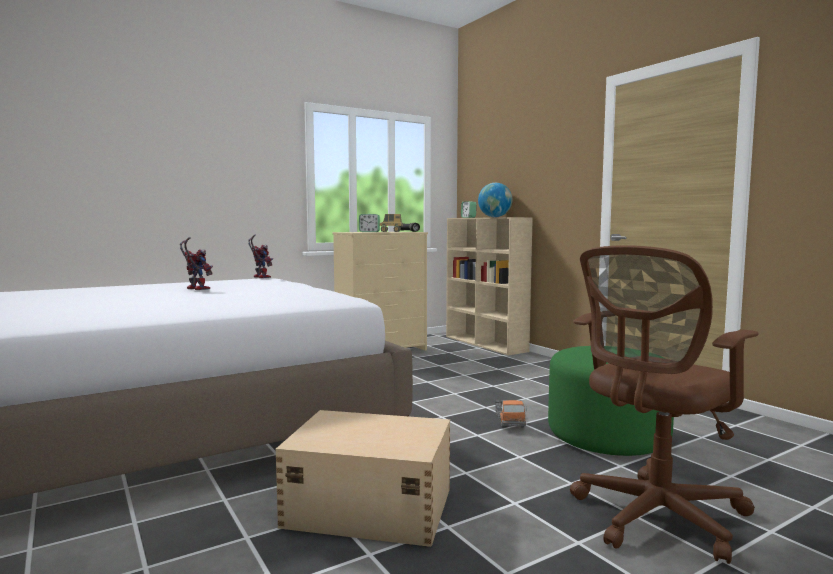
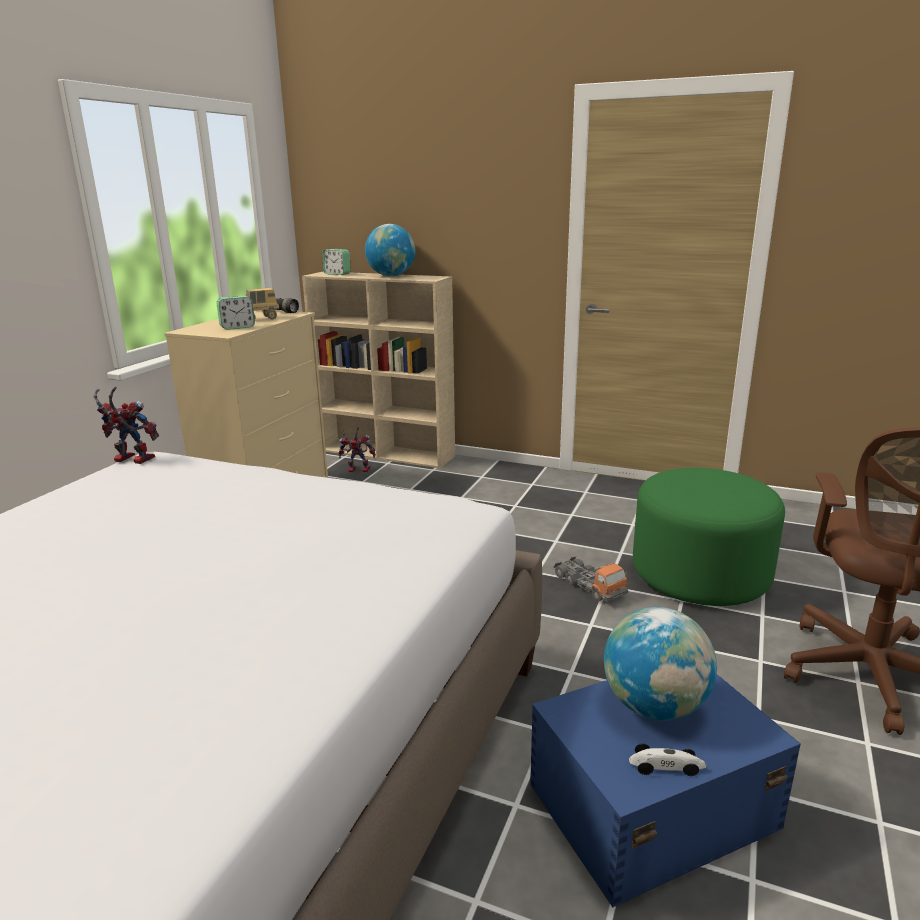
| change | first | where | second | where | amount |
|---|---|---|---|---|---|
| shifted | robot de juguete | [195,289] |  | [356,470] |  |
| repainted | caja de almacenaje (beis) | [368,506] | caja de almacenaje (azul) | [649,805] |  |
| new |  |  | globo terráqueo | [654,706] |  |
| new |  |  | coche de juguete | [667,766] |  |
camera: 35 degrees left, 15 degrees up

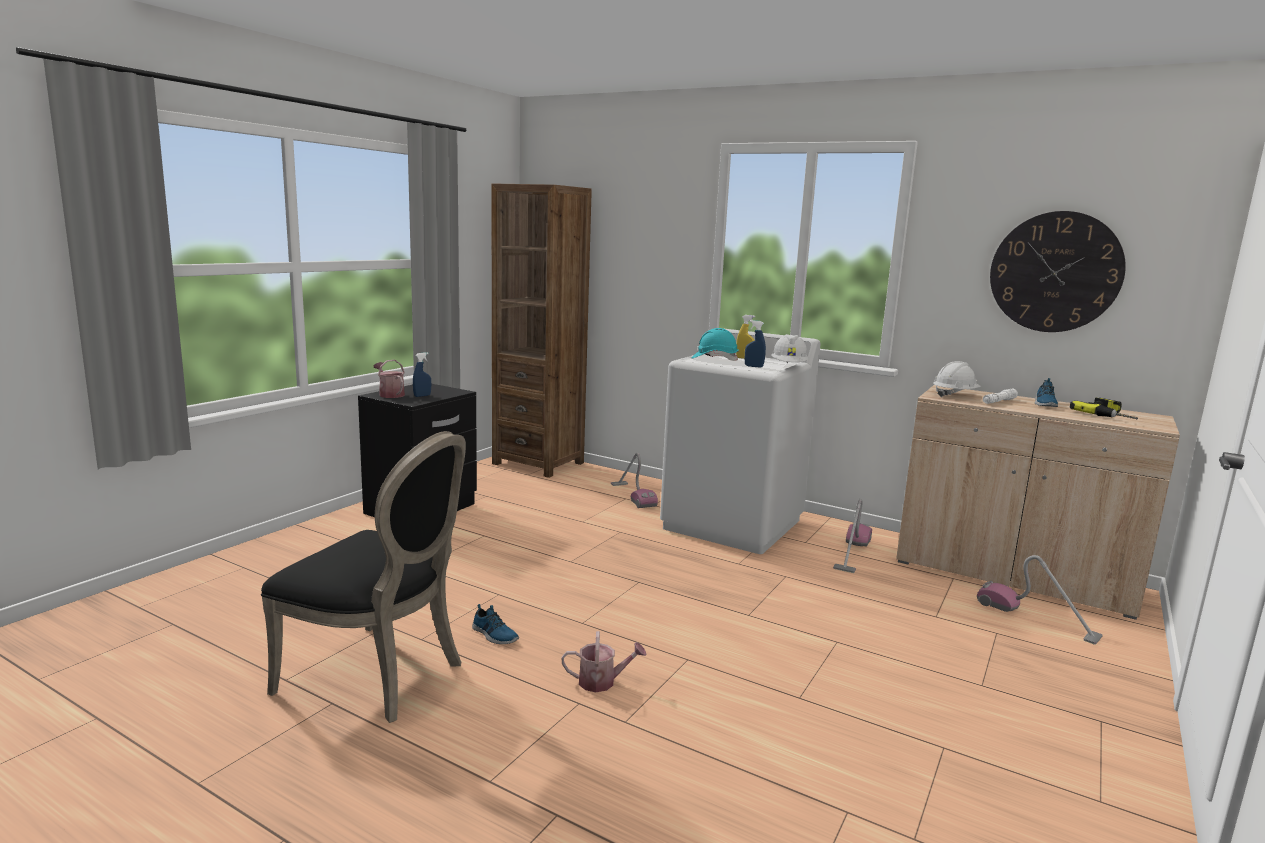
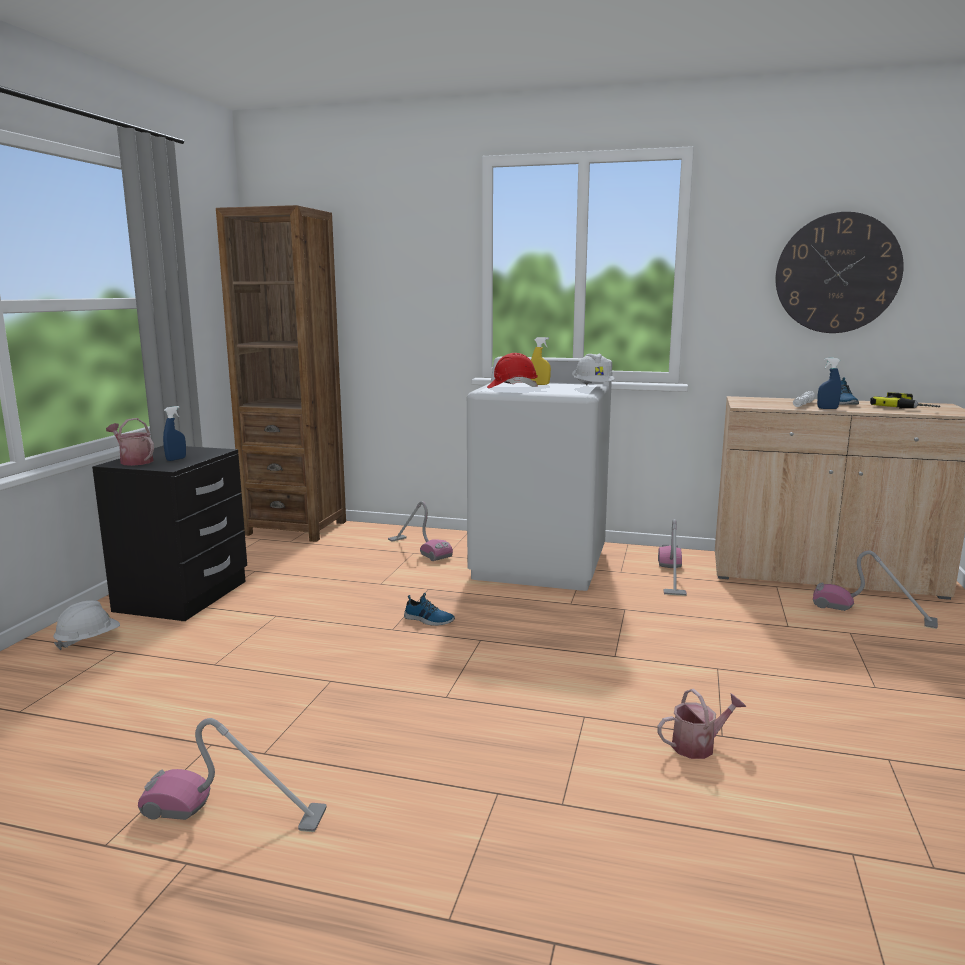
| change | first | where | second | where | amount |
|---|---|---|---|---|---|
| swapped | silla (negro) | [379,676] | aspiradora | [234,812] |  |
| shifted | zapato | [494,635] |  | [428,620] |  |
| shifted | regadera | [602,681] |  | [698,745] |  |
| repainted | casco (turquesa) | [714,359] | casco (rojo) | [512,387] |  |
| shifted | pulverizador (azul) | [753,366] |  | [827,408] |  |
| shifted | casco (blanco) | [954,395] |  | [88,640] |  |
camera: 15 degrees left, 0 degrees up

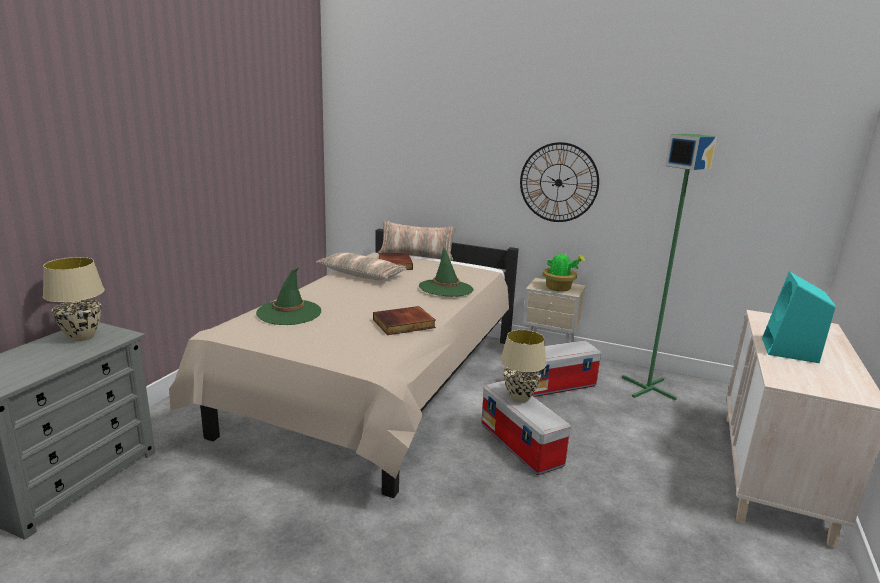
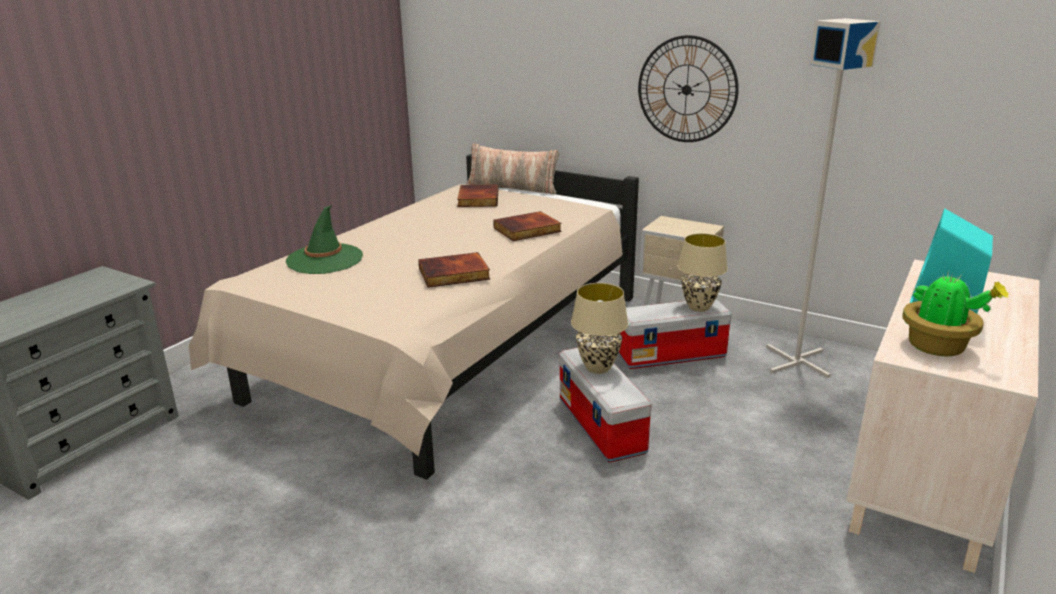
| change | first | where | second | where | amount |
|---|---|---|---|---|---|
| shifted | lámpara de mesa (beis) | [81,337] |  | [699,308] |  |
| gone | cojín | [361,274] |  |  |  |
| swapped | sombrero (verde) | [446,288] | libro | [527,230] |  |
| shifted | planta en maceta | [559,288] |  | [938,347] |  |
| repainted | lámpara de pie (verde) | [648,388] | lámpara de pie (gris) | [797,361] |  |
camera: 10 degrees right, 5 degrees up

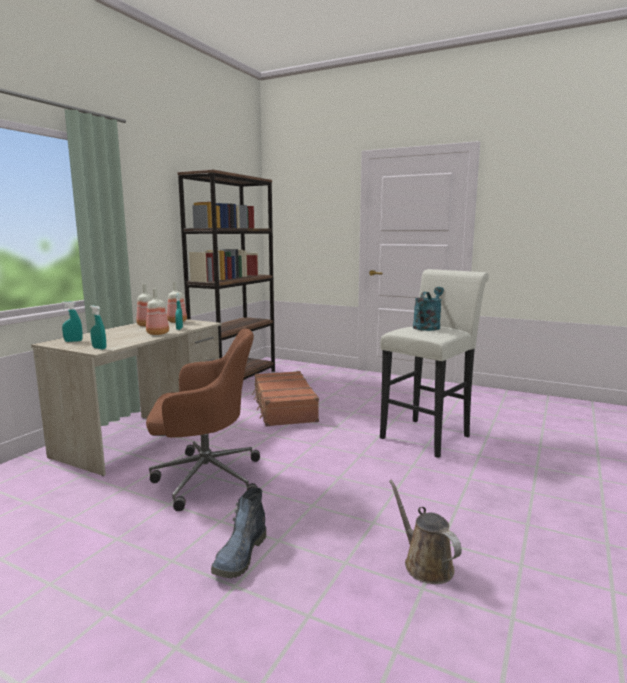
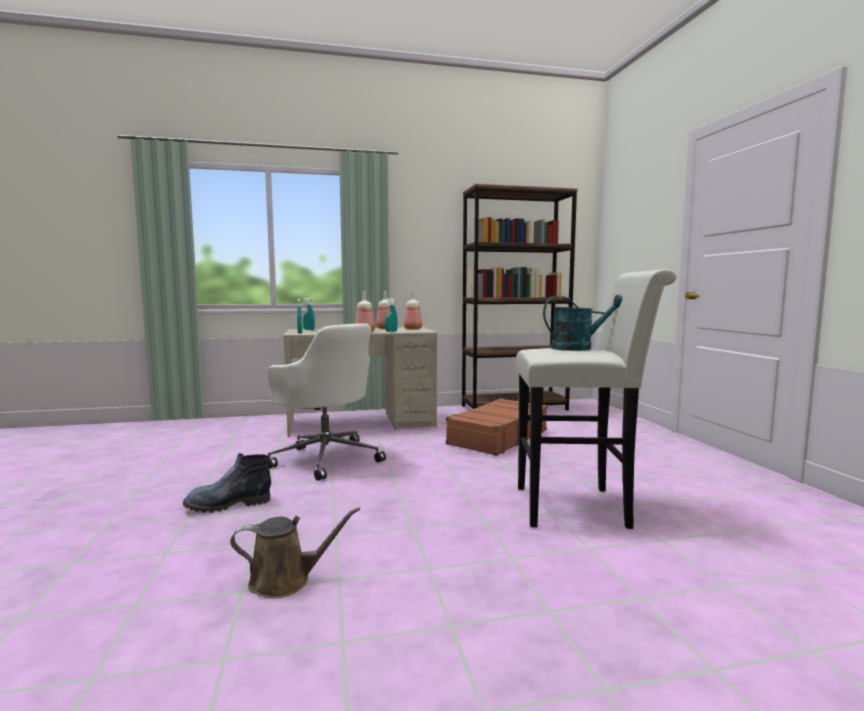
| change | first | where | second | where | amount |
|---|---|---|---|---|---|
| repainted | silla de oficina (marrón) | [205,477] | silla de oficina (blanco) | [326,458] |  |
| rotated | regadera (marrón) | [425,564] |  | [286,580] | 60 degrees clockwise |
camera: 50 degrees right, 5 degrees down

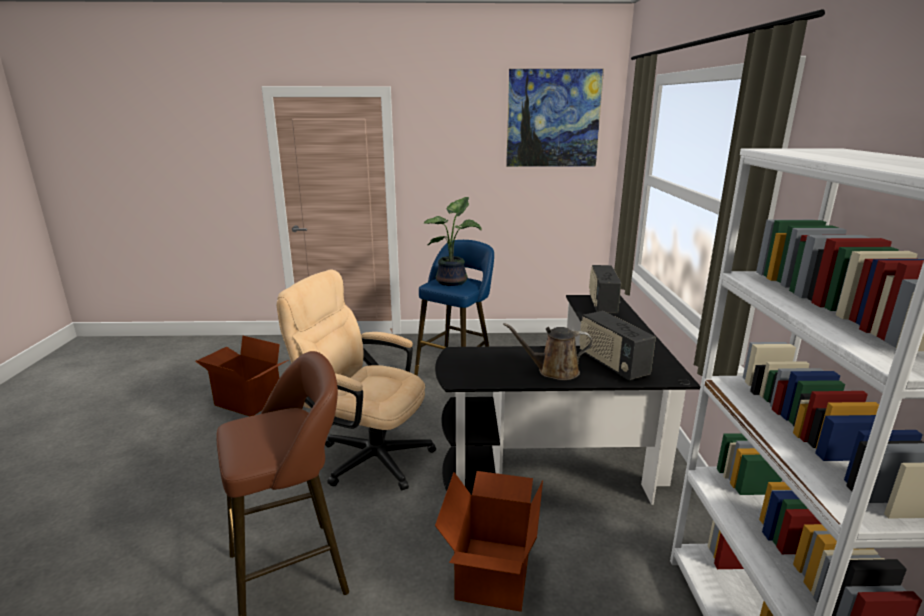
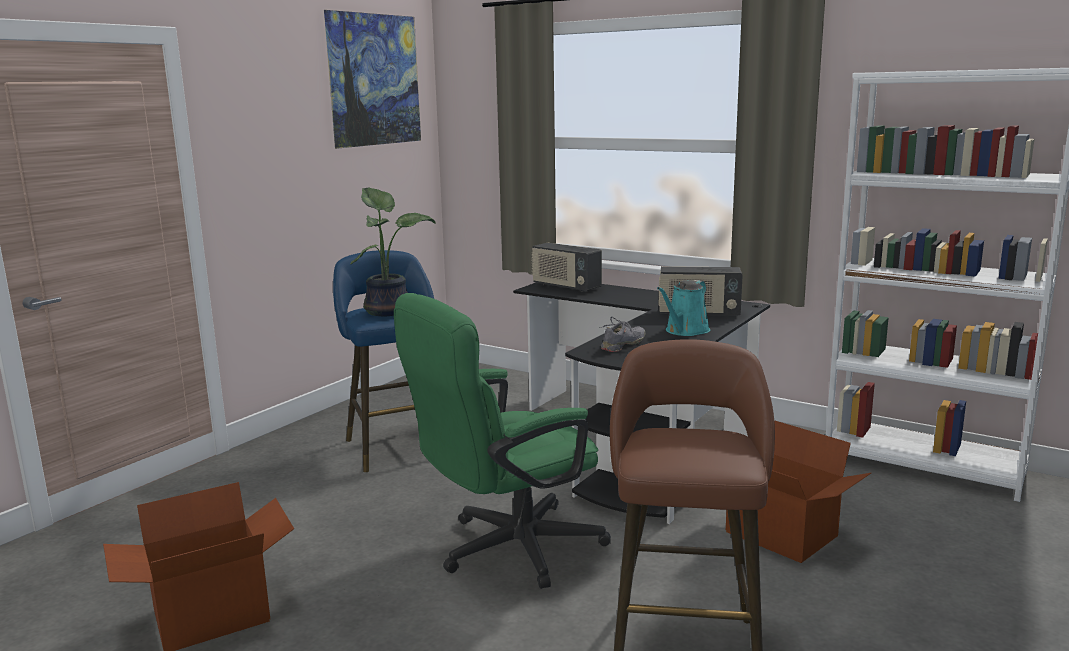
| change | first | where | second | where | amount |
|---|---|---|---|---|---|
| repainted | silla de oficina (beis) | [366,455] | silla de oficina (verde) | [507,550] |  |
| repainted | regadera (marrón) | [554,371] | regadera (turquesa) | [685,331] |  |
| new |  |  | zapato (gris) | [623,345] |  |
camera: 55 degrees left, 5 degrees down

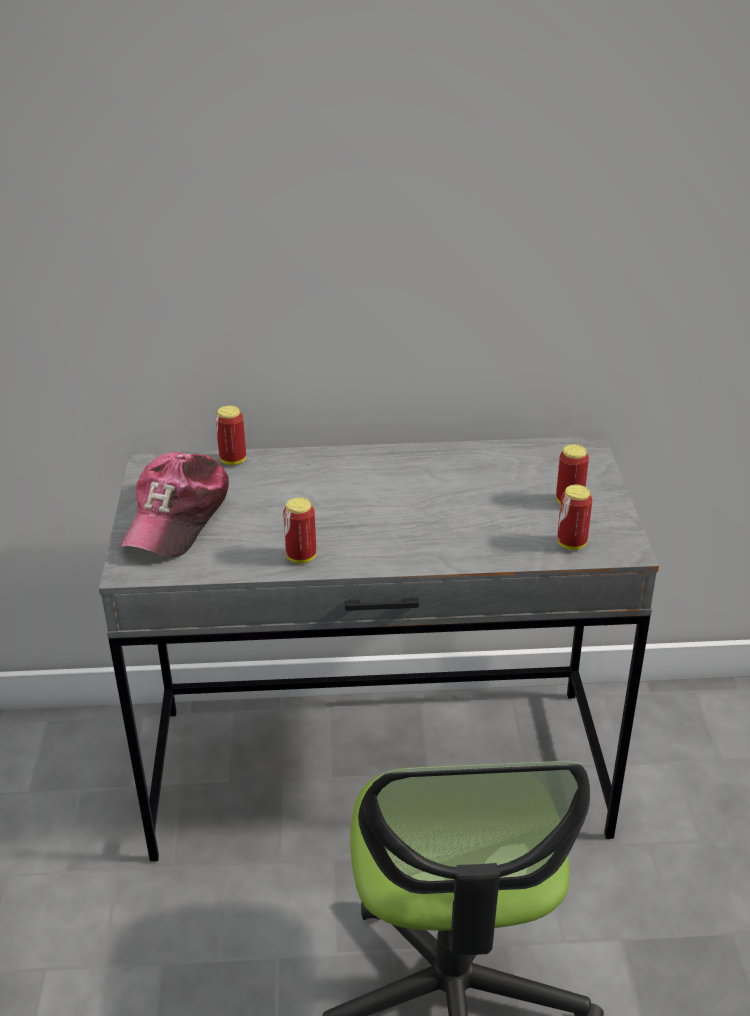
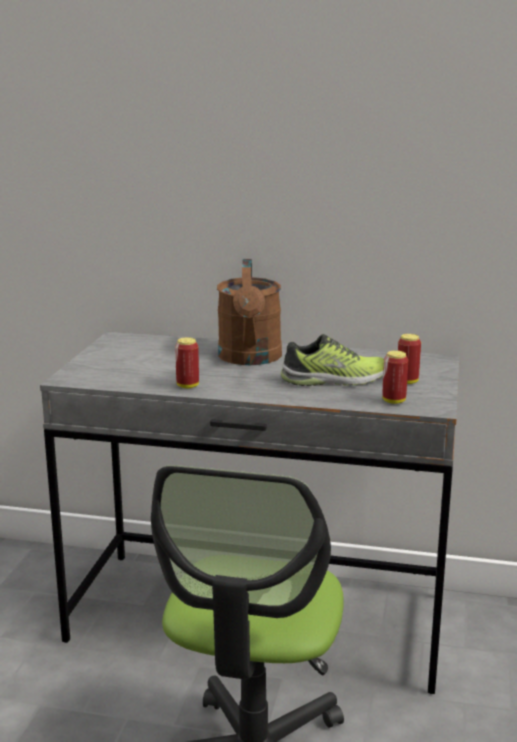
| change | first | where | second | where | amount |
|---|---|---|---|---|---|
| gone | gorra | [178,517] |  |  |  |
| gone | lata | [233,460] |  |  |  |
| new |  |  | regadera (marrón) | [250,359] |  |
| new |  |  | zapato | [334,380] |  |
camera: 15 degrees right, 15 degrees down

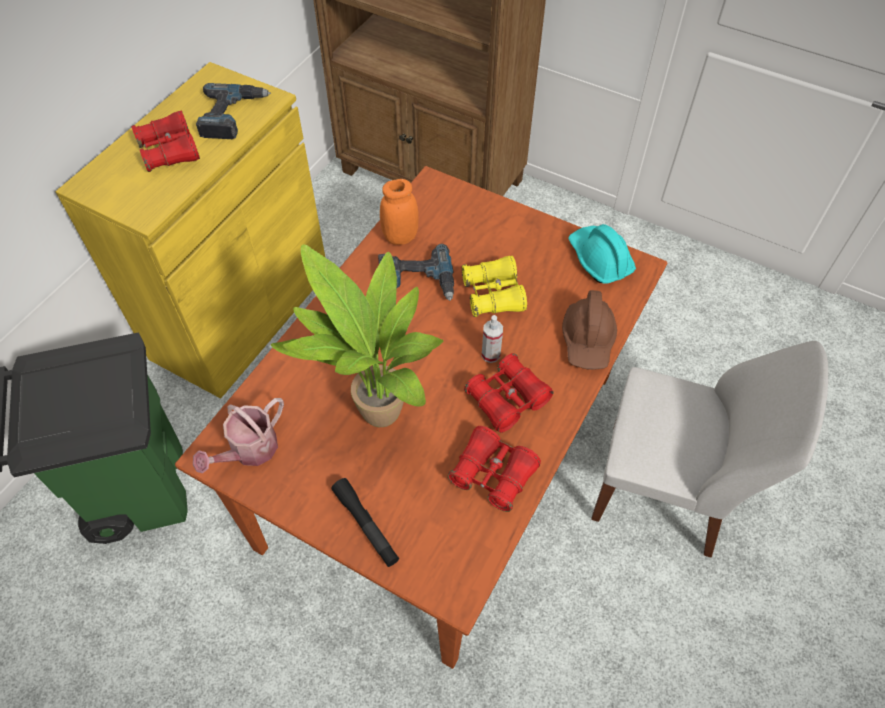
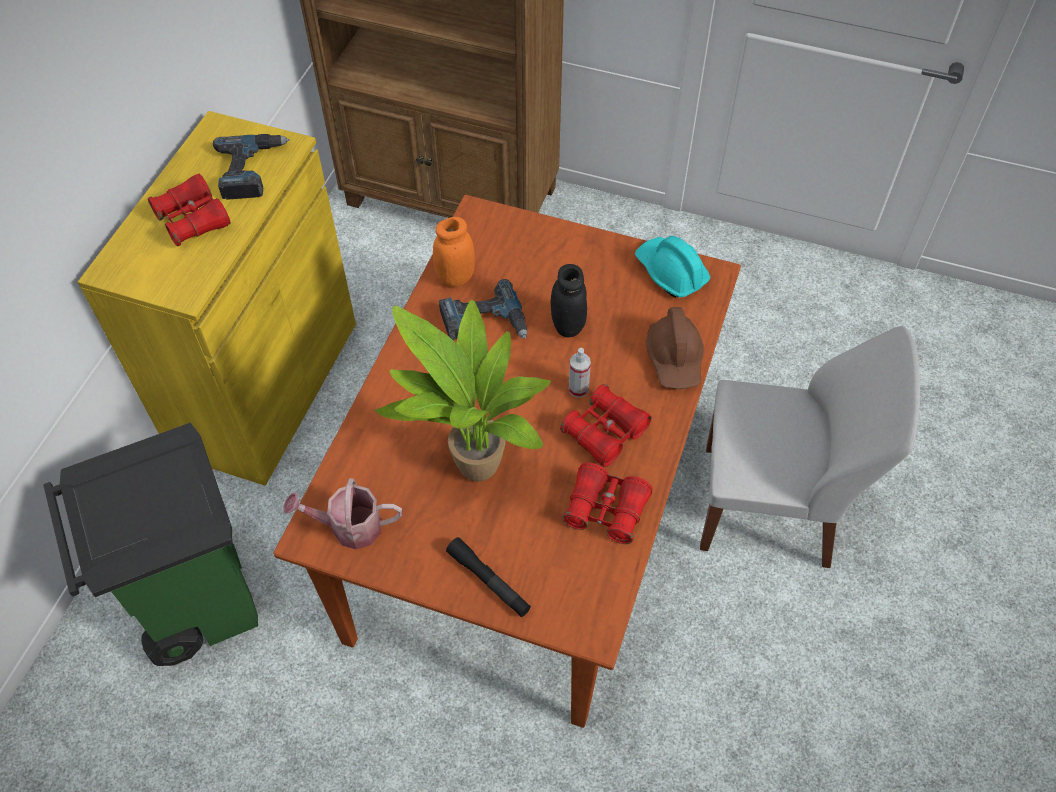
| change | first | where | second | where | amount |
|---|---|---|---|---|---|
| rotated | regadera | [249,451] |  | [349,527] | 60 degrees clockwise |
| swapped | prismáticos (amarillo) | [493,294] | tarro (negro) | [568,325] |  |
camera: 10 degrees left, 0 degrees up

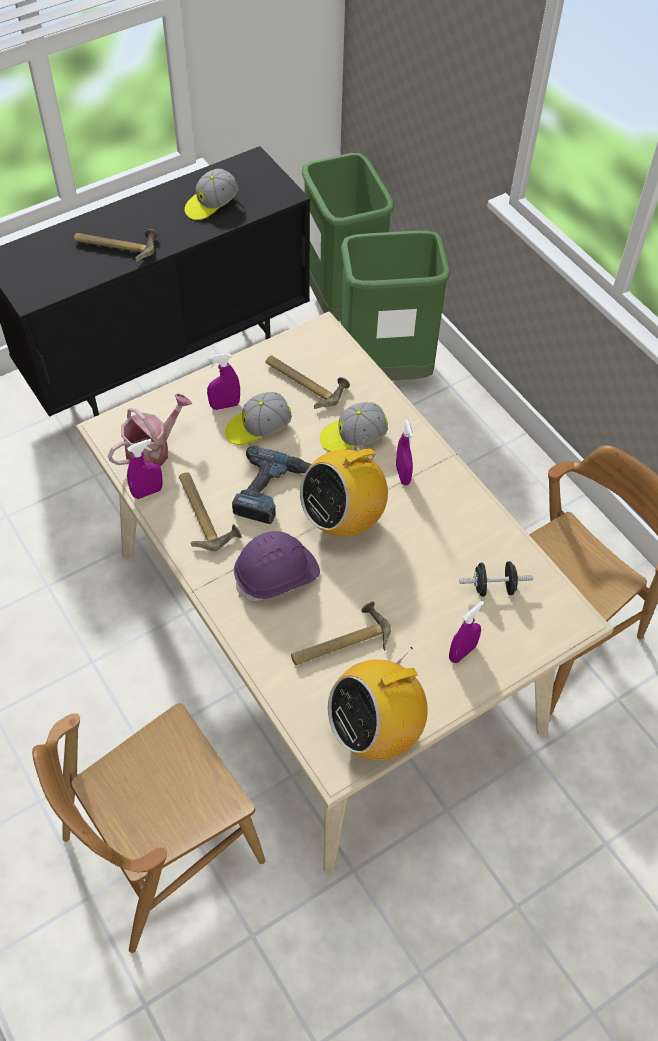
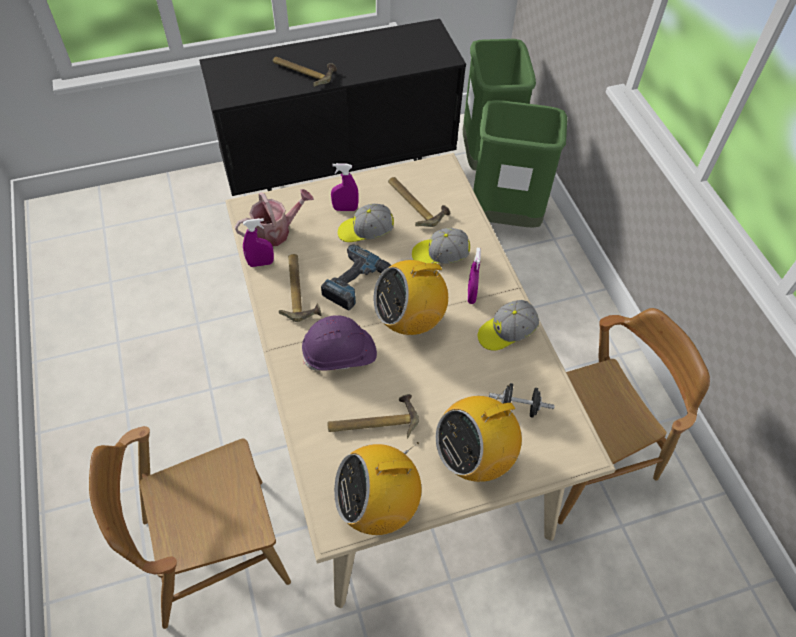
| change | first | where | second | where | amount |
|---|---|---|---|---|---|
| shifted | gorra | [211,204] |  | [506,332] |  |
| swapped | pulverizador (morado) | [462,652] | radio | [474,457] |  |
camera: 15 degrees right, 0 degrees up

